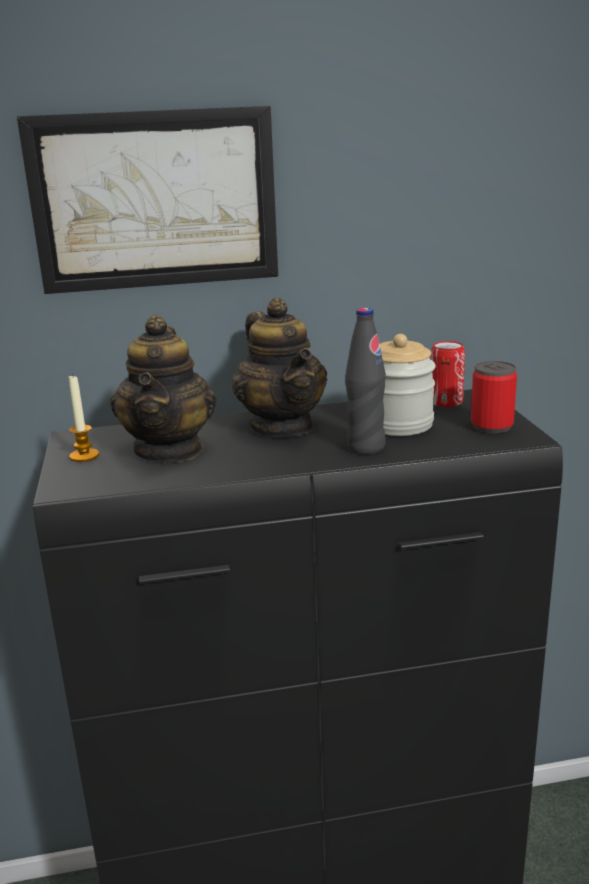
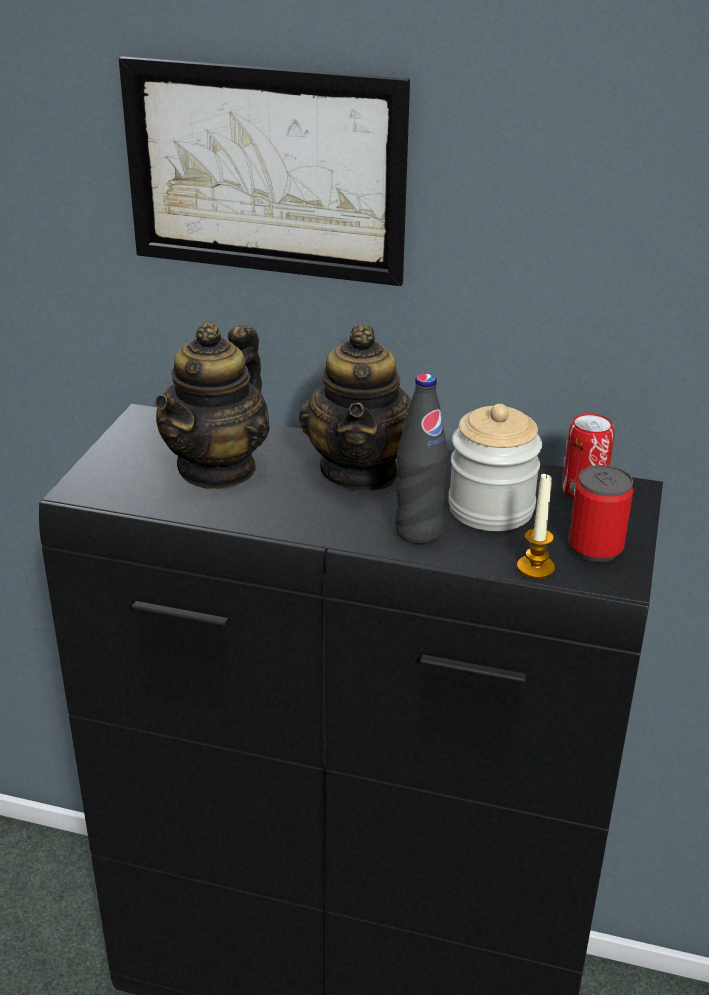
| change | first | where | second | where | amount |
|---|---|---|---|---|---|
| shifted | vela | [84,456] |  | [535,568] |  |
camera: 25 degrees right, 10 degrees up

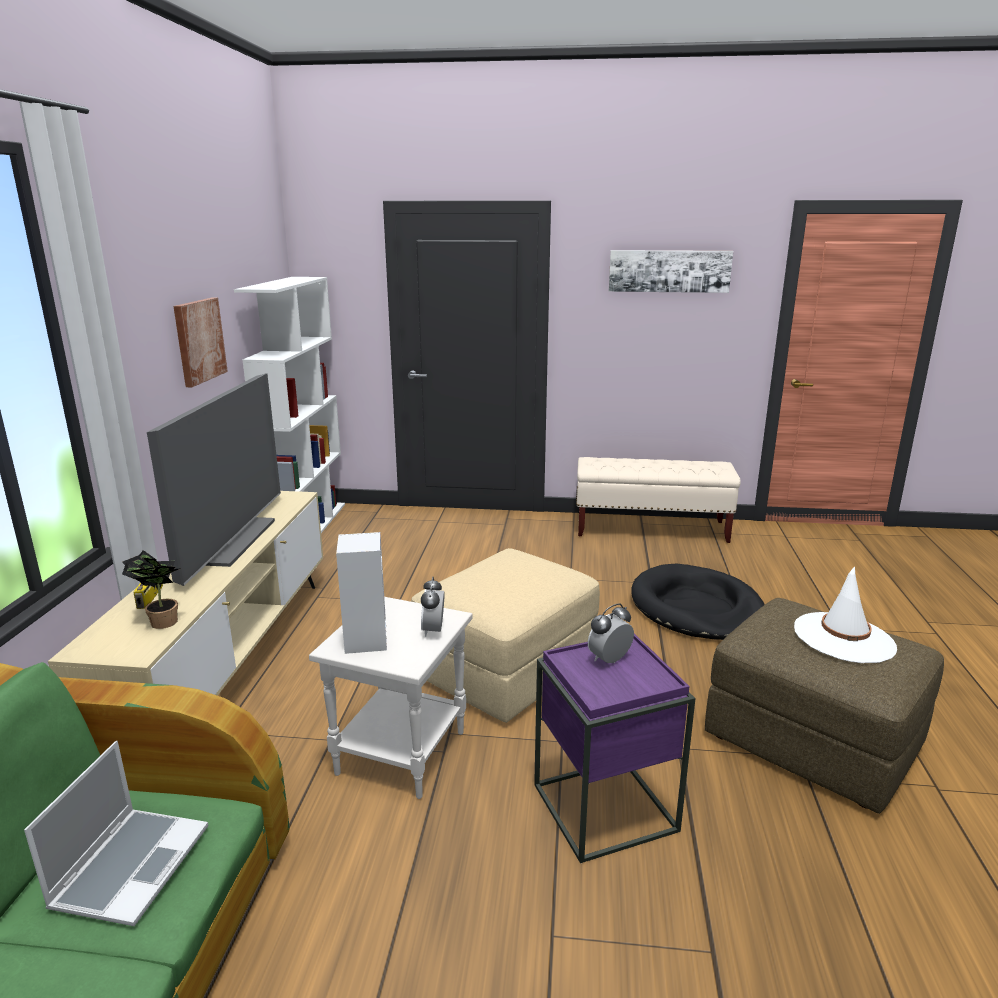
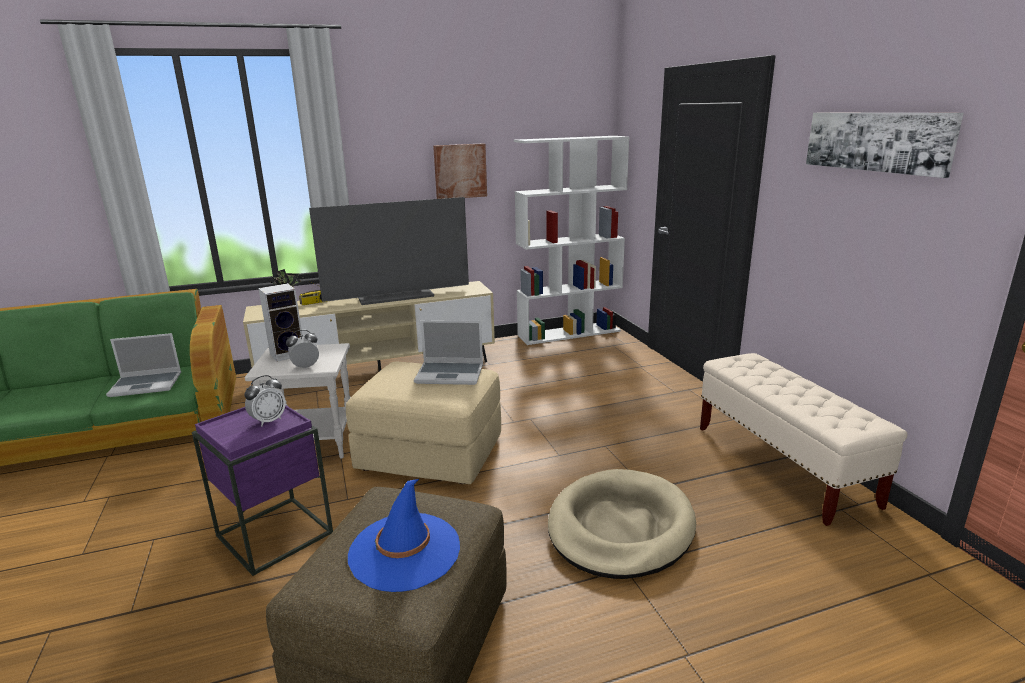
| change | first | where | second | where | amount |
|---|---|---|---|---|---|
| rotated | despertador | [609,660] |  | [268,421] | 105 degrees clockwise |
| repainted | cama para perro (negro) | [696,608] | cama para perro (beis) | [620,528] |  |
| repainted | sombrero (blanco) | [843,638] | sombrero (azul) | [405,551] |  |
| new |  |  | portátil | [451,374] |  |
camera: 65 degrees right, 0 degrees up

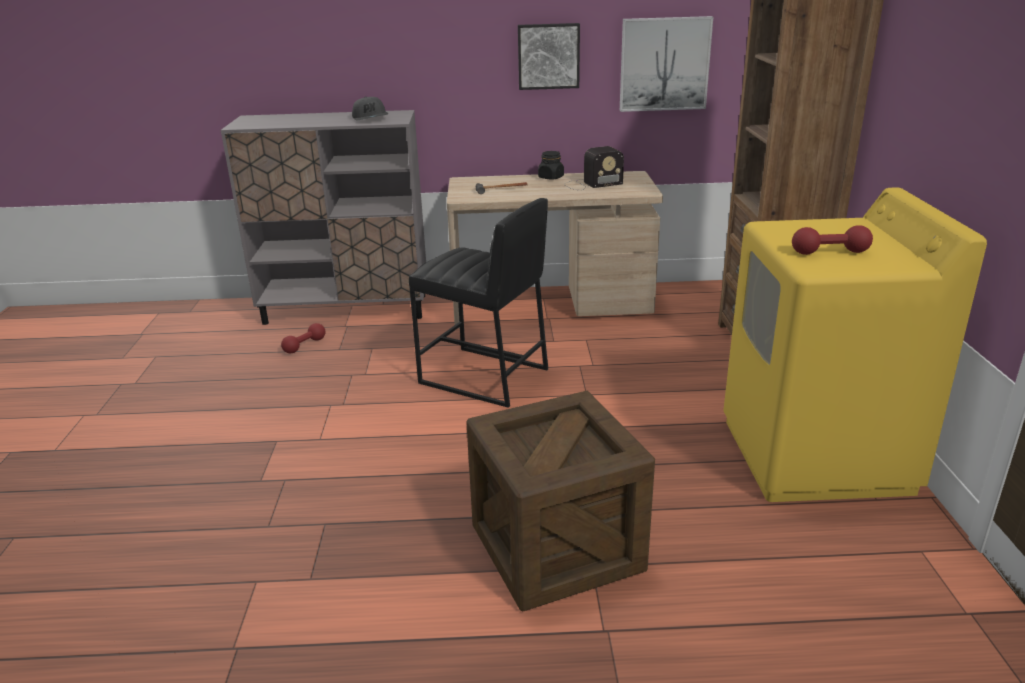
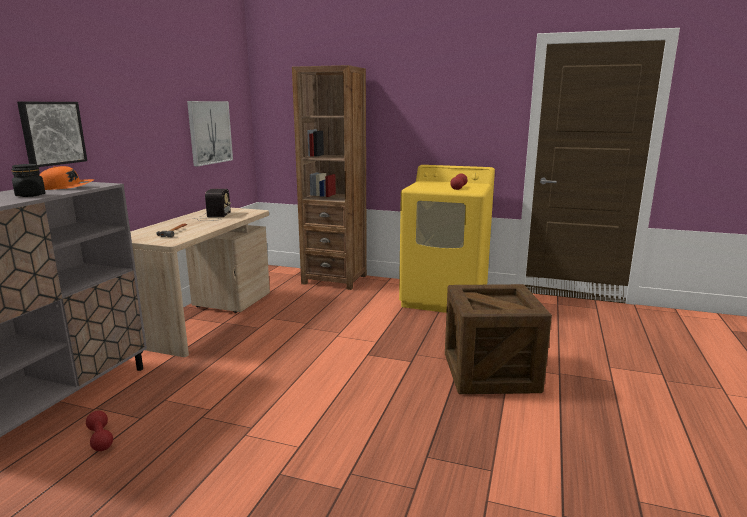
| change | first | where | second | where | amount |
|---|---|---|---|---|---|
| repainted | gorra (gris) | [371,118] | gorra (naranja) | [67,187] |  |
| gone | taburete (negro) | [484,377] |  |  |  |
| shifted | cuadro | [548,56] |  | [51,133] |  |
| shifted | tarro (negro) | [551,177] |  | [30,195] |  |
camera: 70 degrees left, 10 degrees down

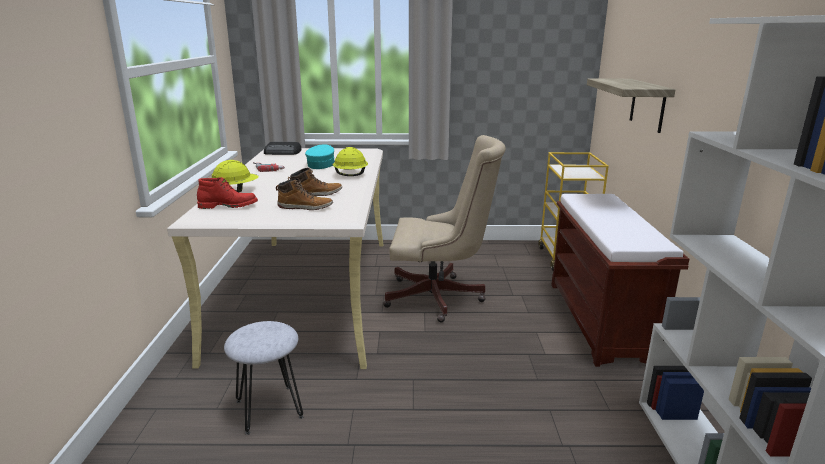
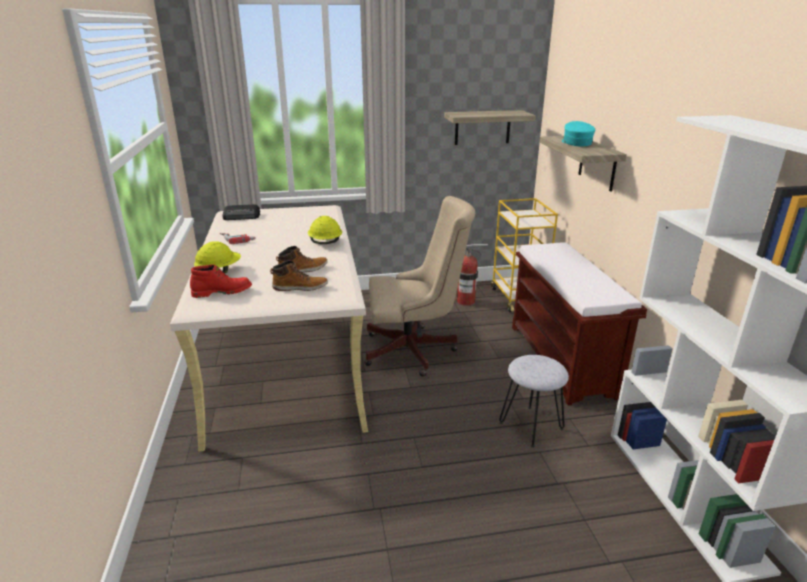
| change | first | where | second | where | amount |
|---|---|---|---|---|---|
| shifted | taburete (gris) | [269,409] |  | [531,426] |  |
| shifted | gorra (turquesa) | [322,165] |  | [576,142] |  |
| new |  |  | estante | [482,127] |  |
| new |  |  | extintor | [466,301] |  |
camera: 10 degrees left, 5 degrees up

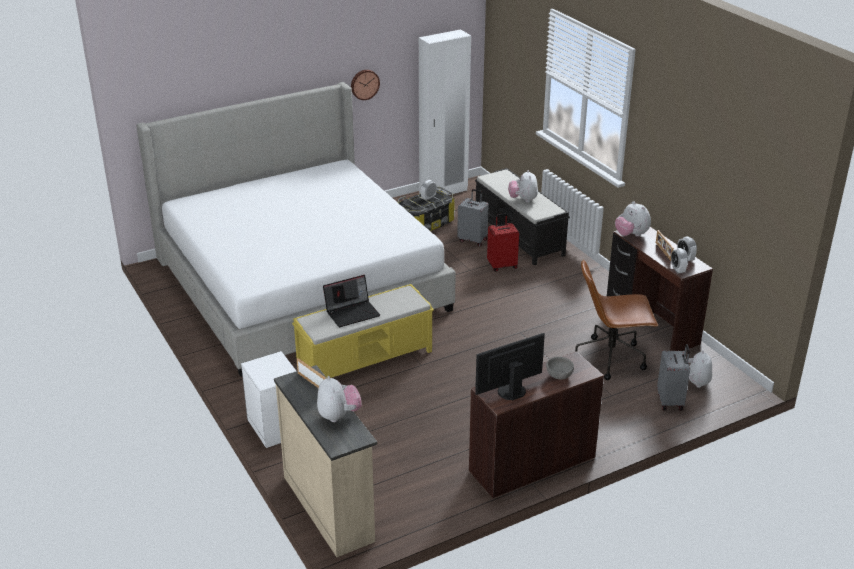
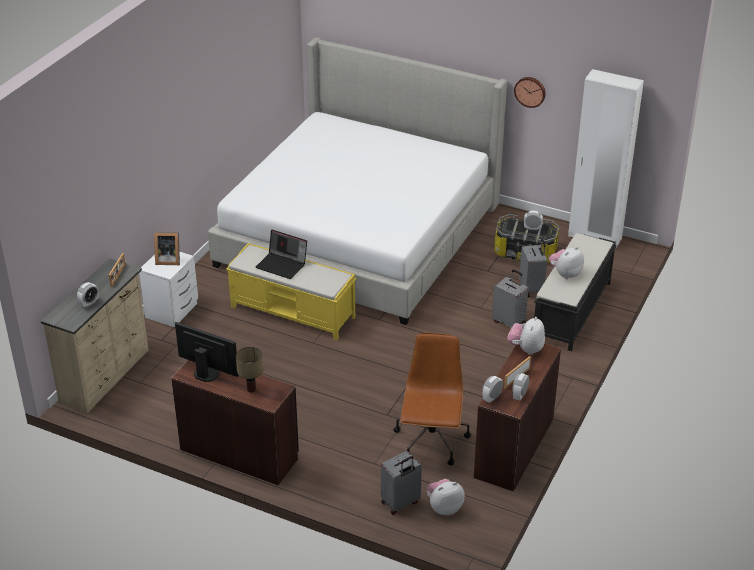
| change | first | where | second | where | amount |
|---|---|---|---|---|---|
| swapped | peluche | [339,415] | despertador | [89,303] |  |
| repainted | maleta (rojo) | [502,265] | maleta (gris) | [509,322] |  |
| swapped | cuenco (gris) | [560,375] | lámpara de mesa | [252,389] |  |
| rotated | silla de oficina (marrón) | [611,358] |  | [431,442] | 45 degrees clockwise |
| new |  |  | portarretratos | [168,260] |  |
camera: 55 degrees right, 5 degrees up

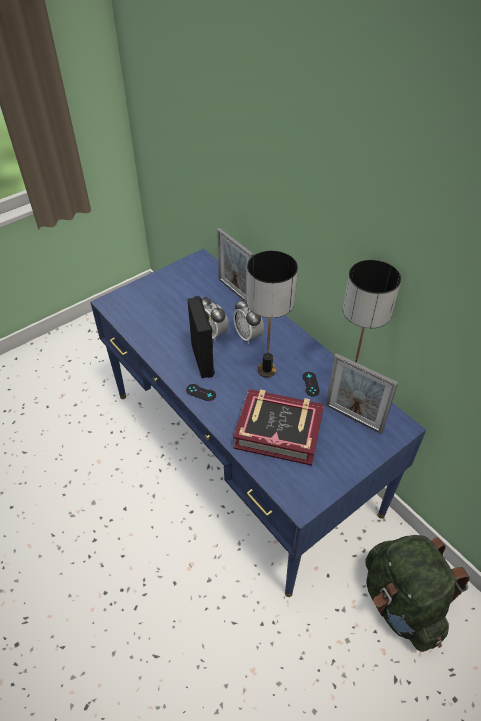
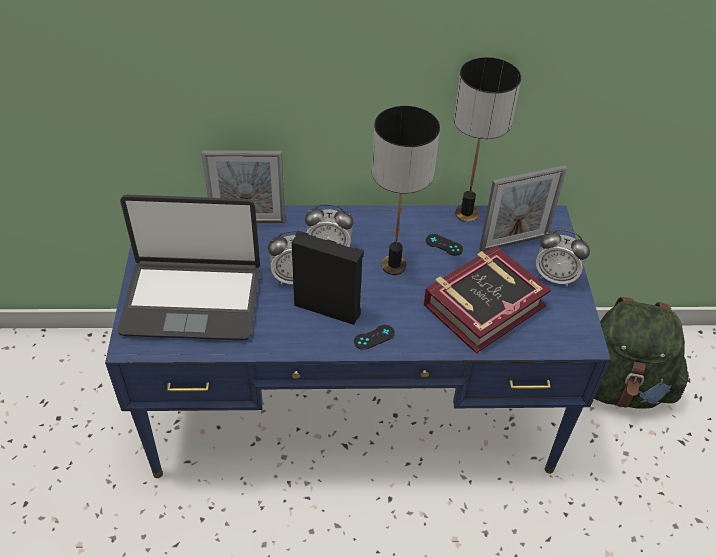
| change | first | where | second | where | amount |
|---|---|---|---|---|---|
| new |  |  | portátil | [192,299] |  |
| new |  |  | despertador | [555,277] |  |
camera: 55 degrees left, 0 degrees up

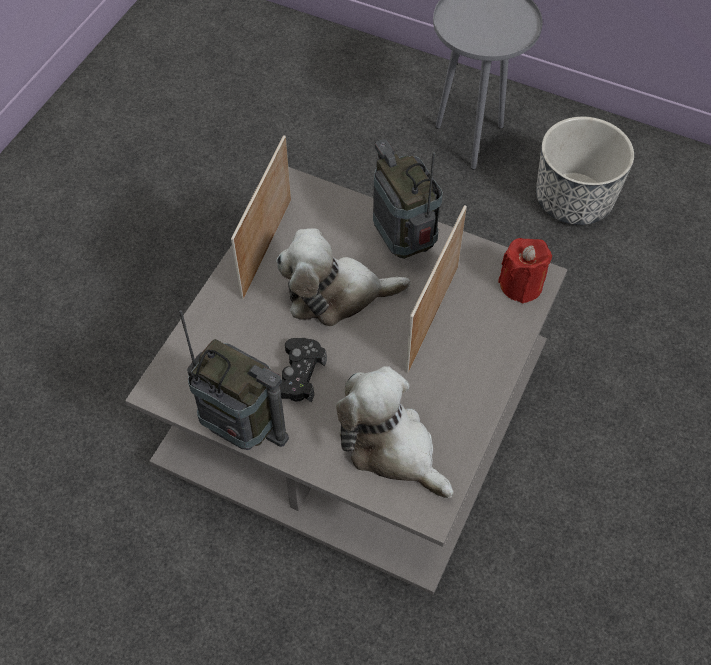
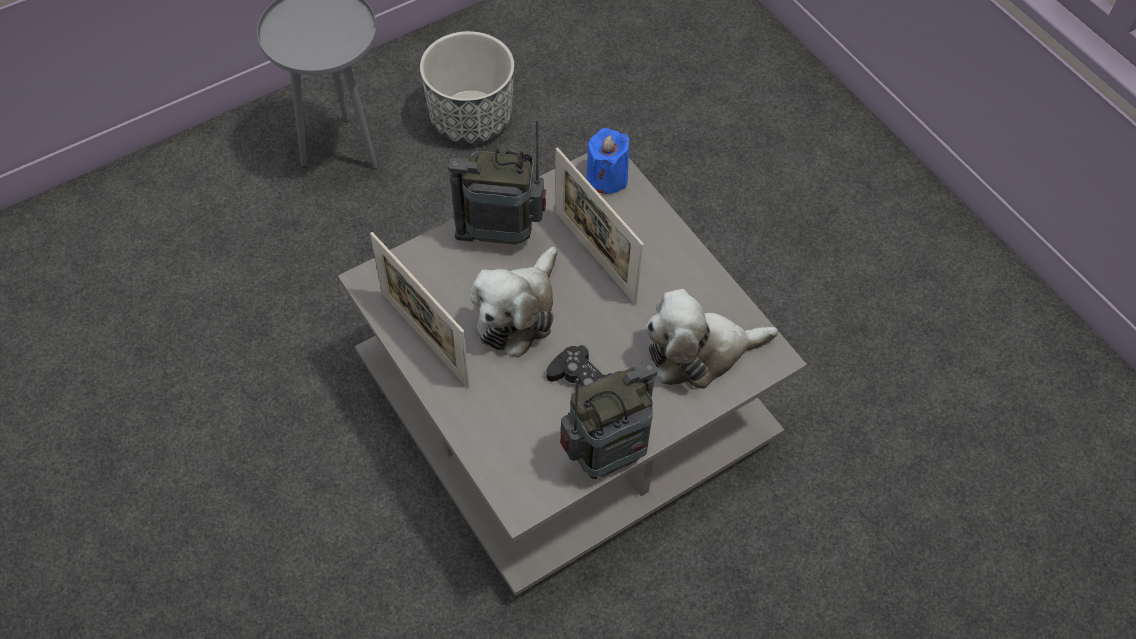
| change | first | where | second | where | amount |
|---|---|---|---|---|---|
| repainted | vela (rojo) | [521,285] | vela (azul) | [606,178] |  |
camera: 60 degrees left, 0 degrees up

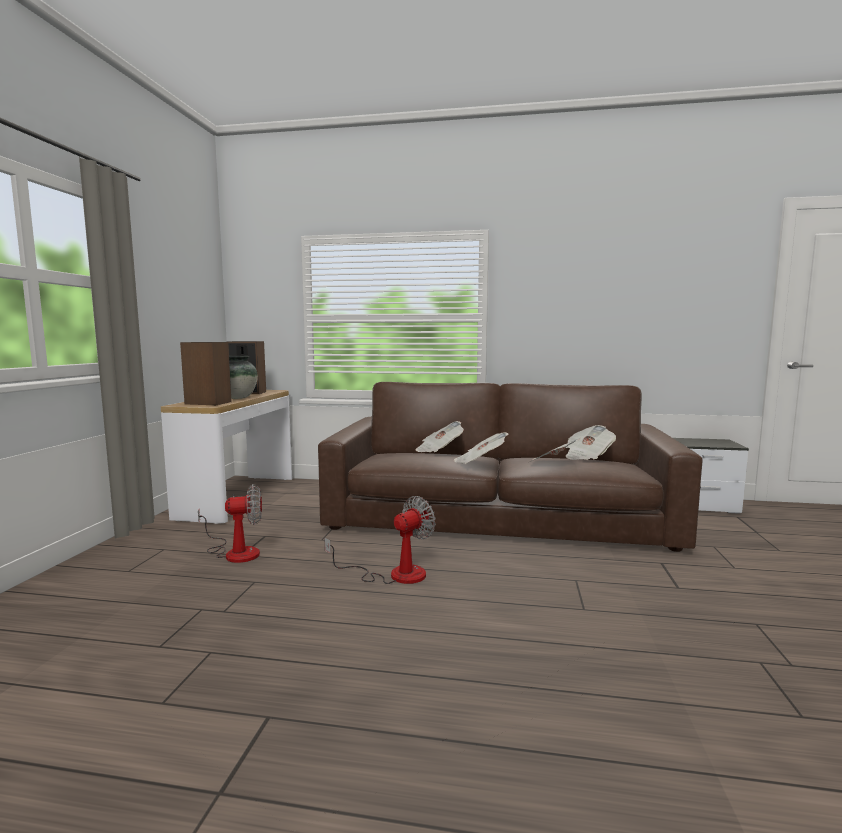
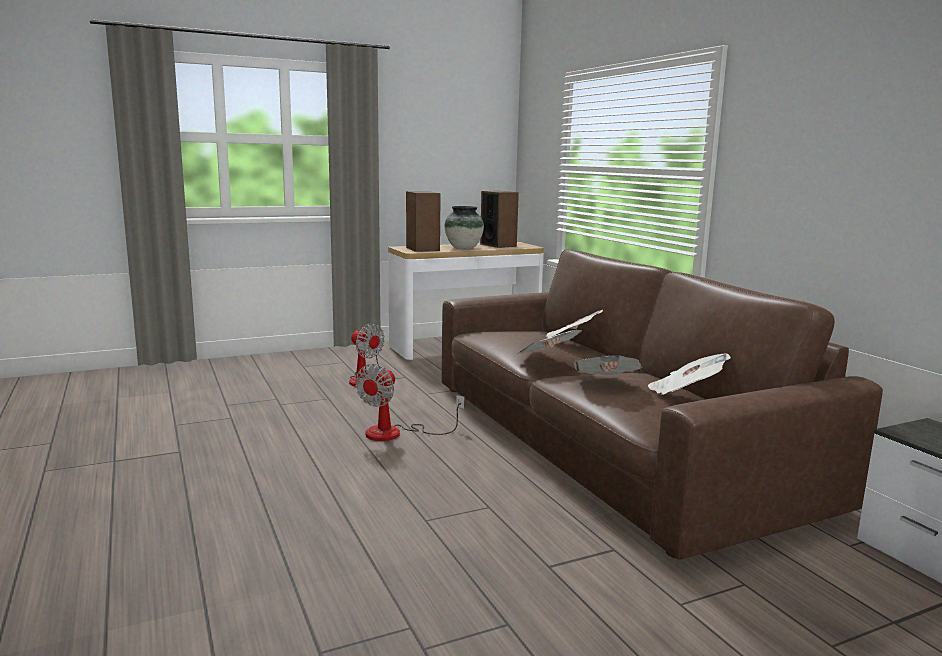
| change | first | where | second | where | amount |
|---|---|---|---|---|---|
| rotated | ventilador | [394,574] |  | [396,433] | 105 degrees clockwise |
camera: 55 degrees right, 5 degrees up

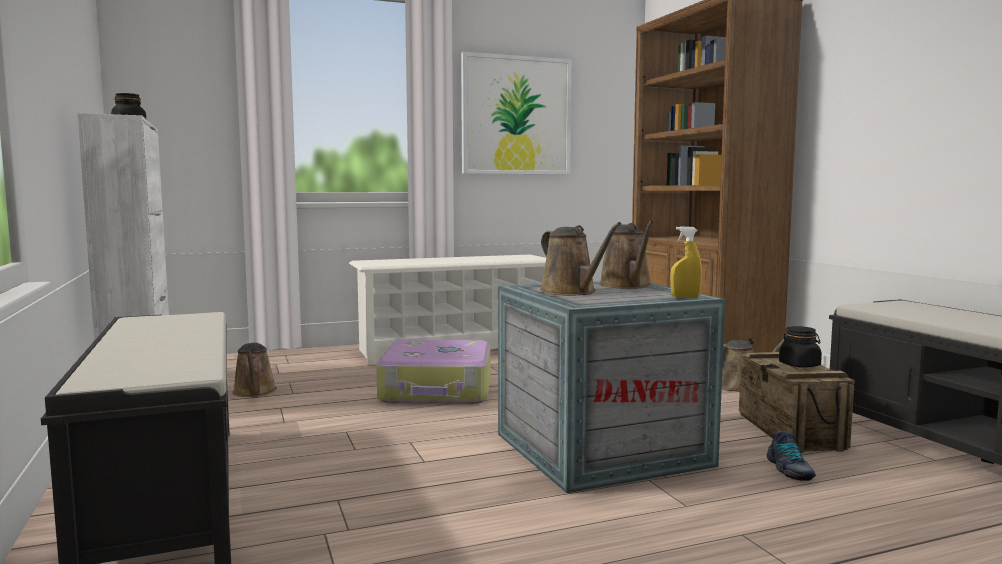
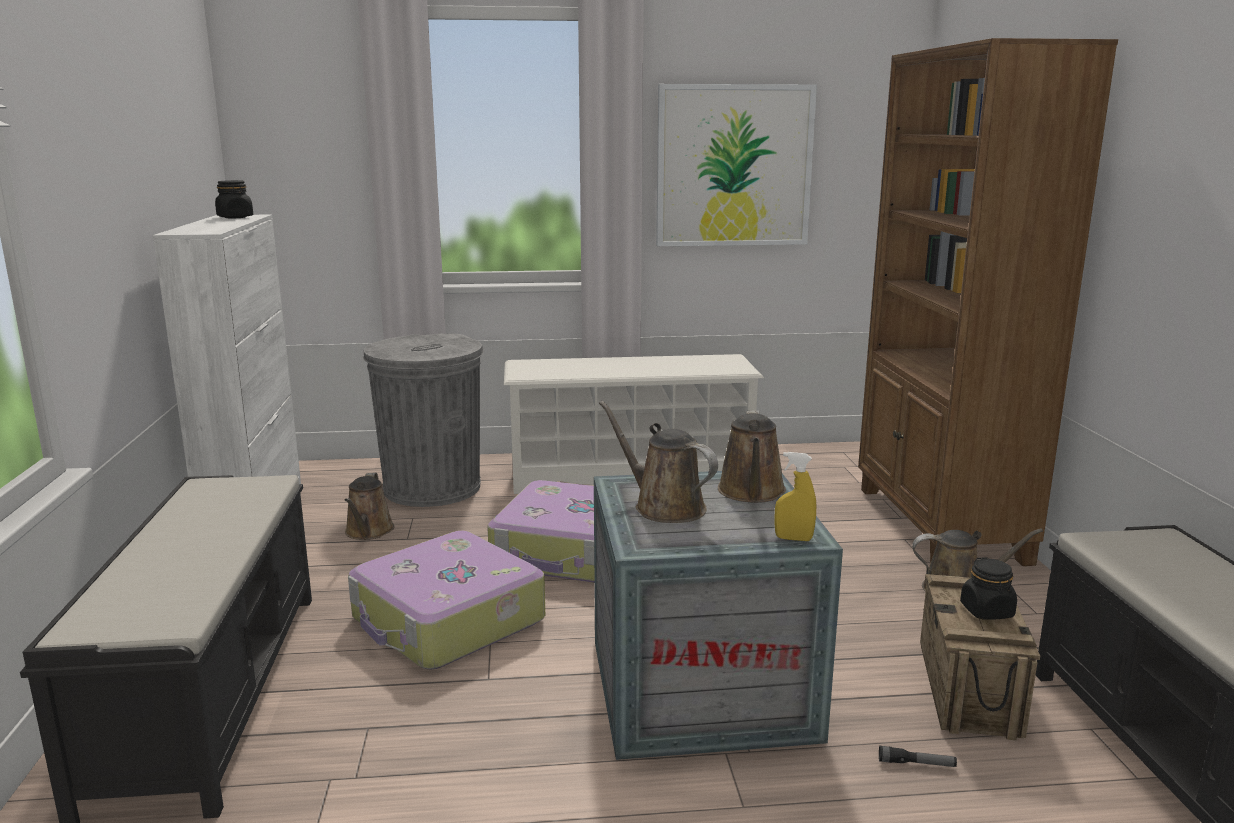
| change | first | where | second | where | amount |
|---|---|---|---|---|---|
| rotated | regadera (marrón) | [571,292] |  | [664,507] | 150 degrees clockwise |
| swapped | zapato | [789,469] | linterna | [916,764] |  |
| new |  |  | maleta | [447,621] |  |
| new |  |  | papelera (gris) | [432,488] |  |
camera: 15 degrees right, 10 degrees up

